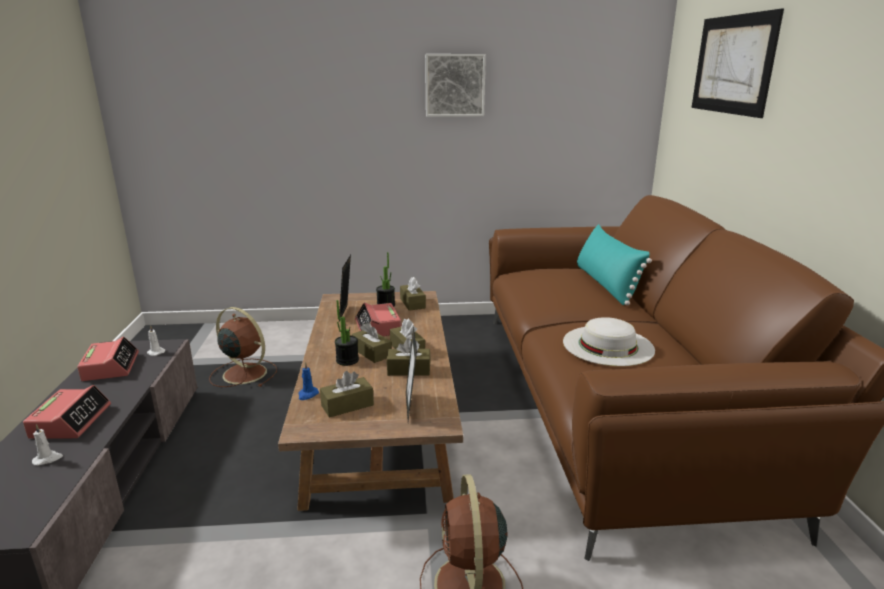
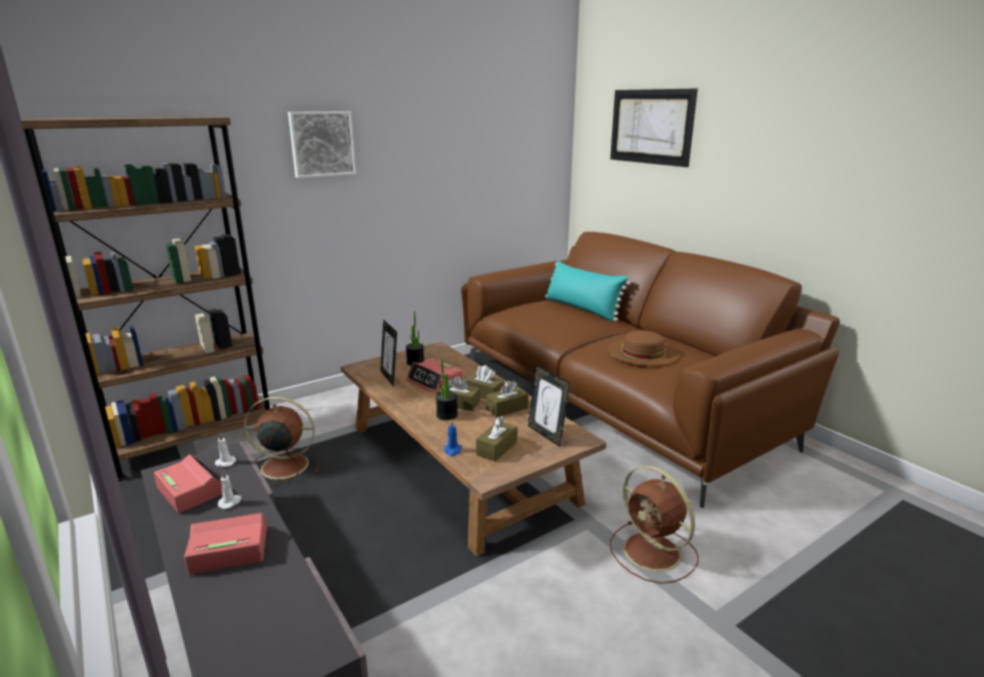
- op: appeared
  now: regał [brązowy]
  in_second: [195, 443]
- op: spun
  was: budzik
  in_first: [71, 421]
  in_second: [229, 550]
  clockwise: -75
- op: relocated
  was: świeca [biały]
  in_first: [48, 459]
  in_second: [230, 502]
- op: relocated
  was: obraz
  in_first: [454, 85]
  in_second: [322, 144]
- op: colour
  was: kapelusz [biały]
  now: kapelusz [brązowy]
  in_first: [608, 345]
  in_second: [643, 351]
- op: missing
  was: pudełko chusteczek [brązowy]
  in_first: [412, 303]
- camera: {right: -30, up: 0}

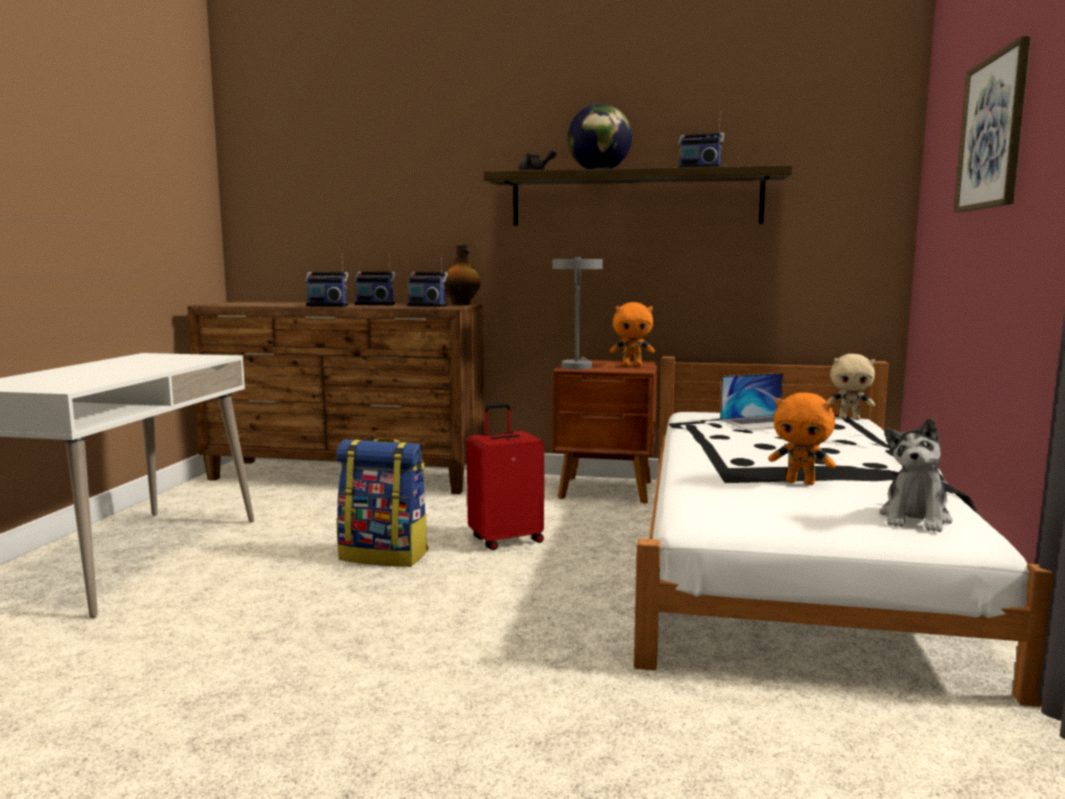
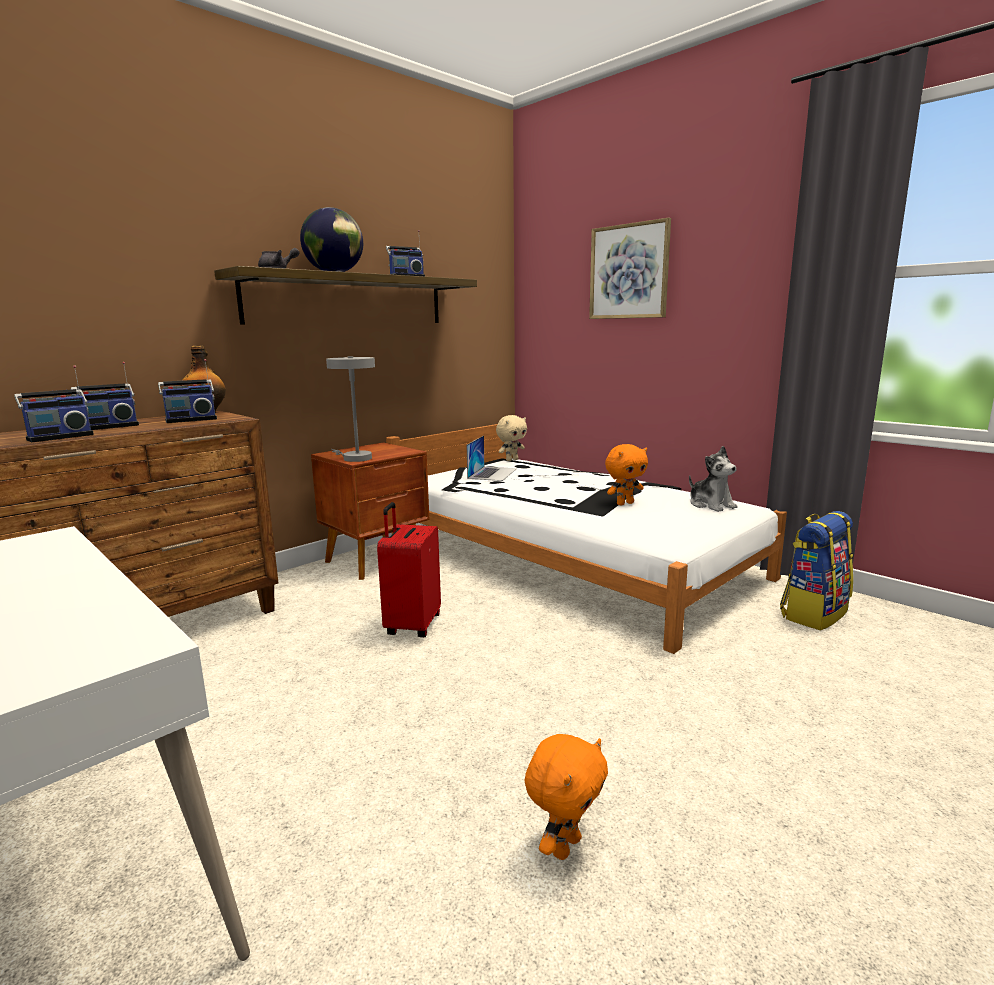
- op: relocated
  was: pluszak [pomarańczowy]
  in_first: [632, 365]
  in_second: [565, 846]
- op: relocated
  was: plecak
  in_first: [385, 555]
  in_second: [813, 613]
- camera: {right: -55, up: 5}

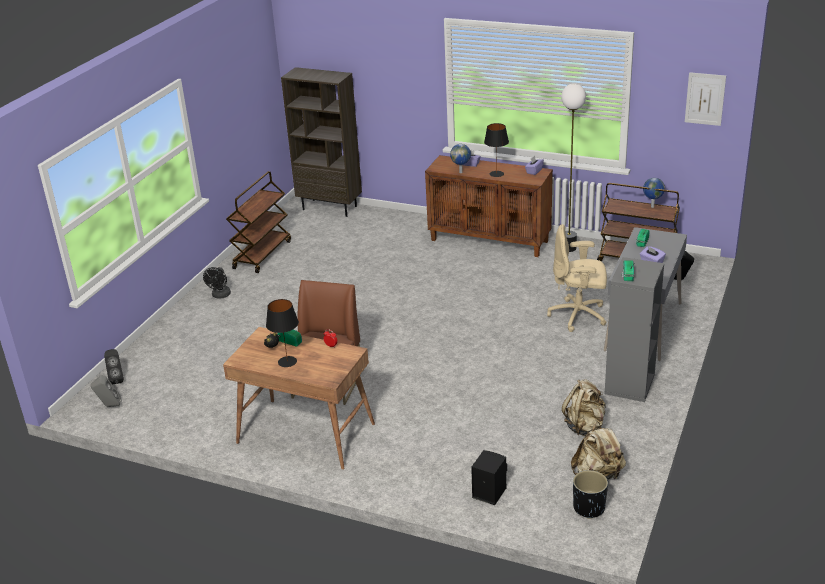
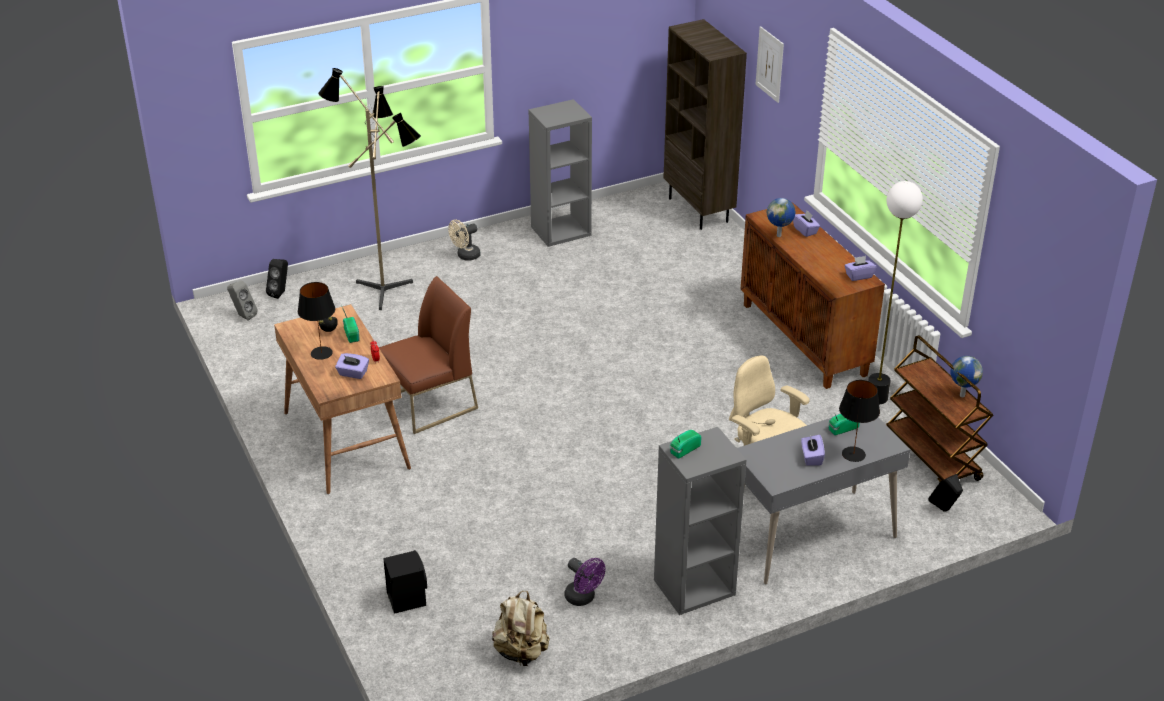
- op: appeared
  now: lampa stojąca
  in_second: [386, 288]
- op: appeared
  now: pudełko chusteczek [fioletowy]
  in_second: [353, 373]
- op: colour
  was: wentylator [czarny]
  now: wentylator [beżowy]
  in_first: [220, 296]
  in_second: [465, 256]
- op: exchanged
  was: wózek [brązowy]
  now: regał [szary]
  in_first: [262, 254]
  in_second: [561, 230]
- op: exchanged
  was: plecak [beżowy]
  now: wentylator [fioletowy]
  in_first: [584, 426]
  in_second: [583, 598]
- op: relocated
  was: obraz
  in_first: [705, 99]
  in_second: [770, 64]
- op: relocated
  was: lampa stołowa [czarny]
  in_first: [496, 174]
  in_second: [853, 454]
- op: missing
  was: donica [czarny]
  in_first: [588, 508]
- camera: {right: 40, up: 5}

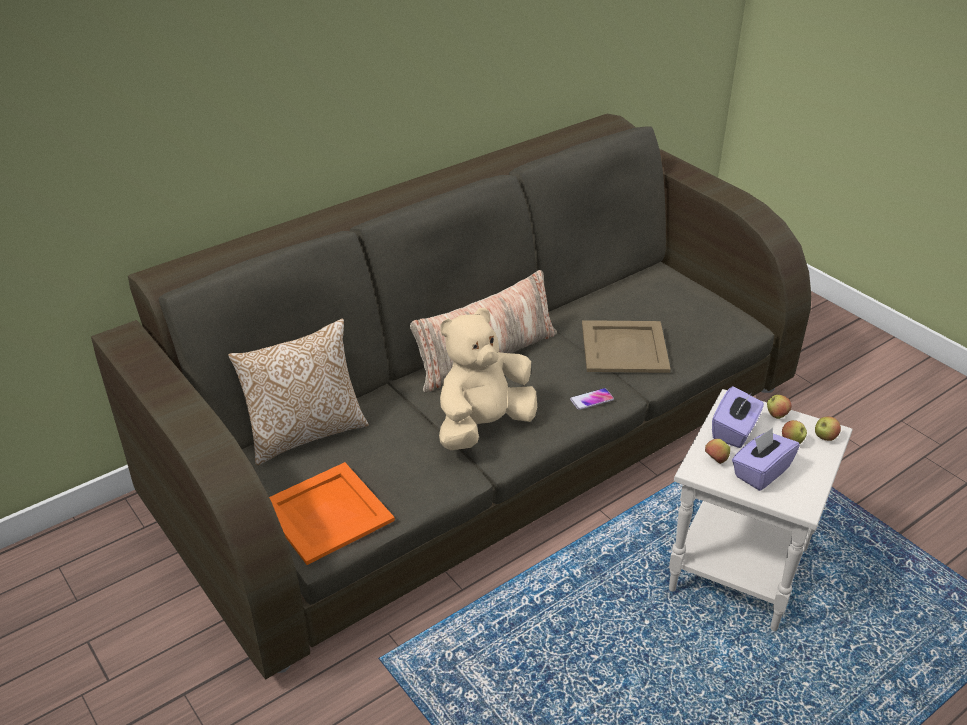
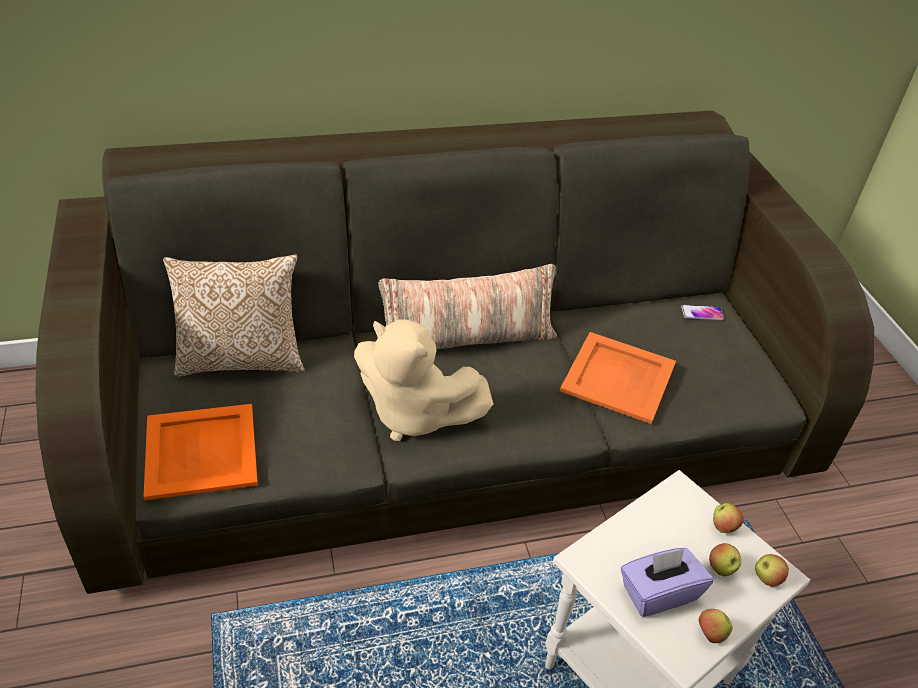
- op: spun
  was: pluszak [beżowy]
  in_first: [483, 426]
  in_second: [413, 414]
  clockwise: -135
- op: colour
  was: taca [beżowy]
  now: taca [pomarańczowy]
  in_first: [623, 347]
  in_second: [617, 377]
- op: relocated
  was: telefon
  in_first: [591, 399]
  in_second: [702, 313]
- op: relocated
  was: jabłko
  in_first: [715, 460]
  in_second: [710, 634]
- op: missing
  was: pudełko chusteczek [fioletowy]
  in_first: [734, 431]
- camera: {right: 20, up: 5}

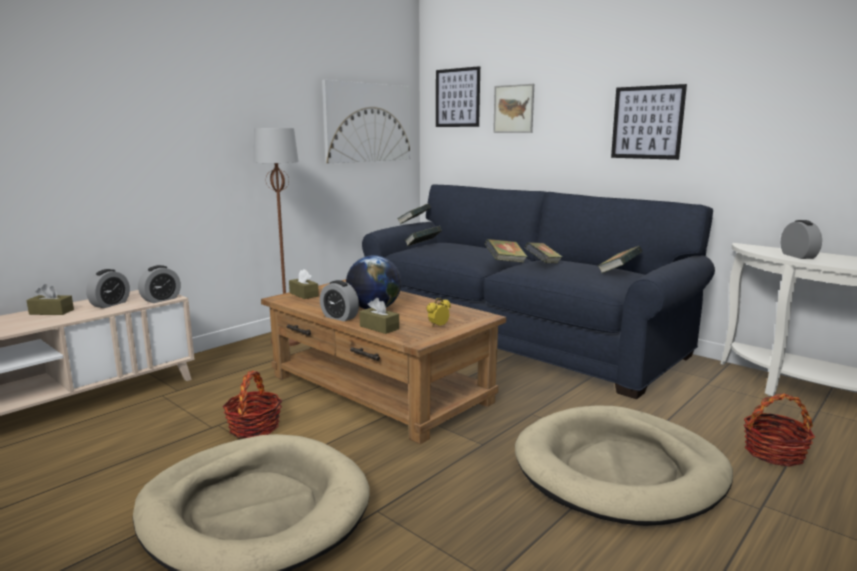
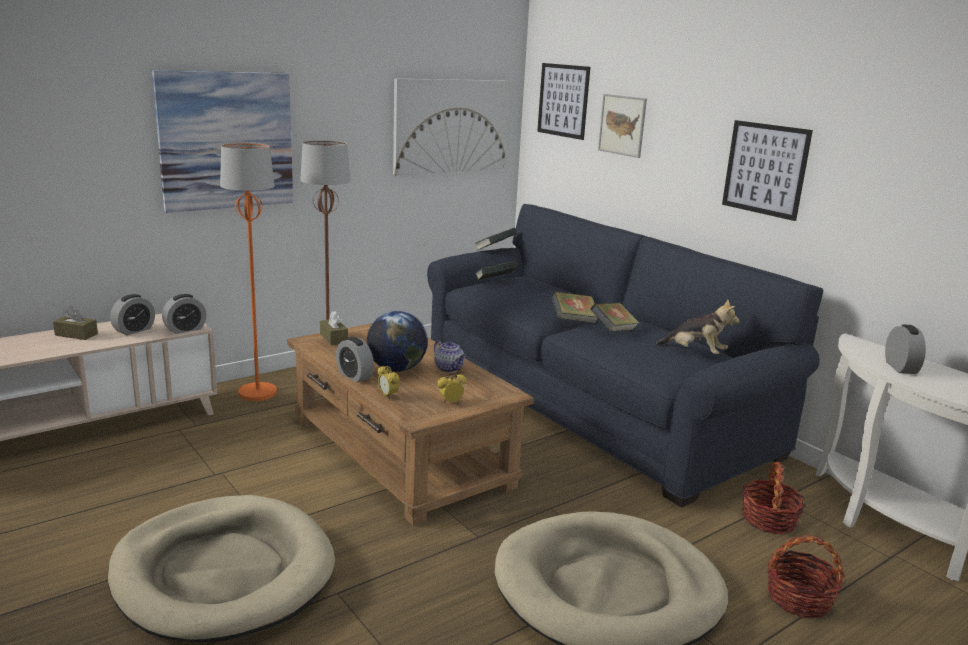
- op: appeared
  now: obraz
  in_second: [226, 140]
- op: appeared
  now: lampa stojąca [pomarańczowy]
  in_second: [257, 393]
- op: exchanged
  was: pudełko chusteczek [brązowy]
  now: budzik
  in_first: [379, 327]
  in_second: [387, 396]
- op: appeared
  now: imbryk
  in_second: [449, 369]
- op: exchanged
  was: książka
  now: pluszak
  in_first: [618, 272]
  in_second: [695, 353]
- op: relocated
  was: koszyk
  in_first: [254, 427]
  in_second: [769, 520]
- camera: {right: 10, up: 5}

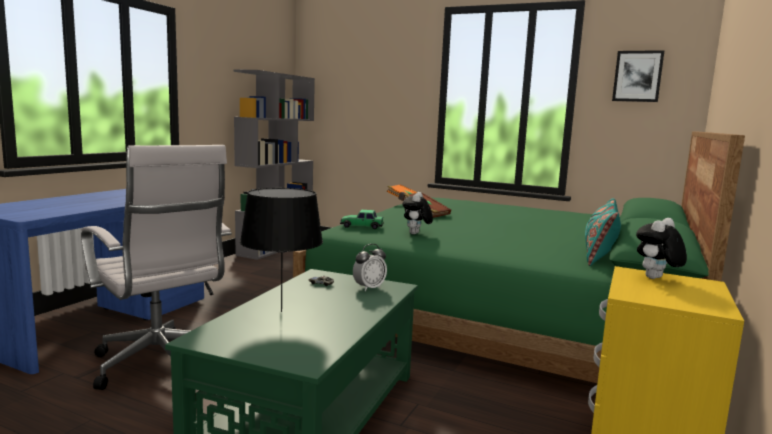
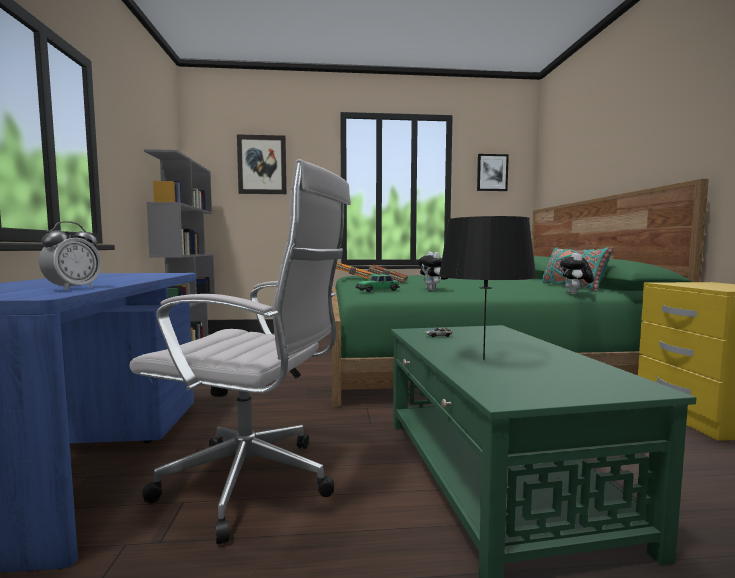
- op: relocated
  was: budzik
  in_first: [369, 288]
  in_second: [73, 288]
- op: appeared
  now: obraz
  in_second: [262, 165]
- op: relocated
  was: pluszak
  in_first: [656, 279]
  in_second: [575, 294]
- camera: {right: -30, up: -5}

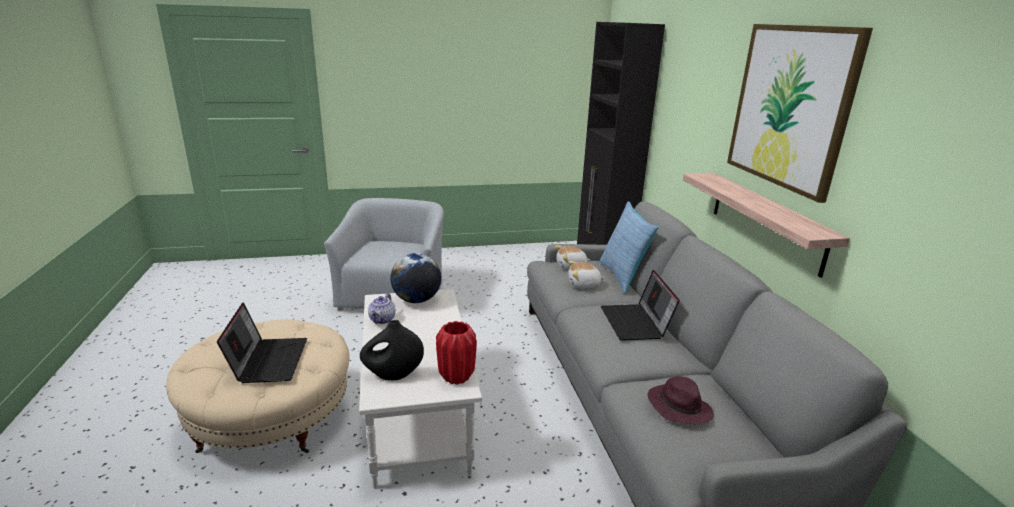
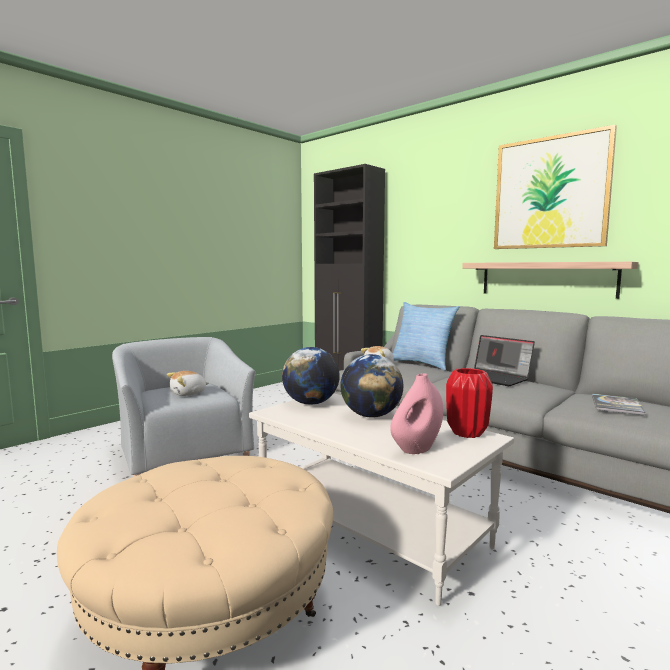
- op: relocated
  was: pluszak
  in_first: [584, 284]
  in_second: [188, 393]
- op: appeared
  now: globus
  in_second: [371, 415]
- op: colour
  was: wazon [czarny]
  now: wazon [różowy]
  in_first: [393, 375]
  in_second: [417, 449]
- op: exchanged
  was: kapelusz [fioletowy]
  now: książka
  in_first: [678, 407]
  in_second: [616, 405]
- op: missing
  was: laptop
  in_first: [268, 360]
- op: missing
  was: imbryk
  in_first: [383, 320]
- camera: {right: -35, up: -15}

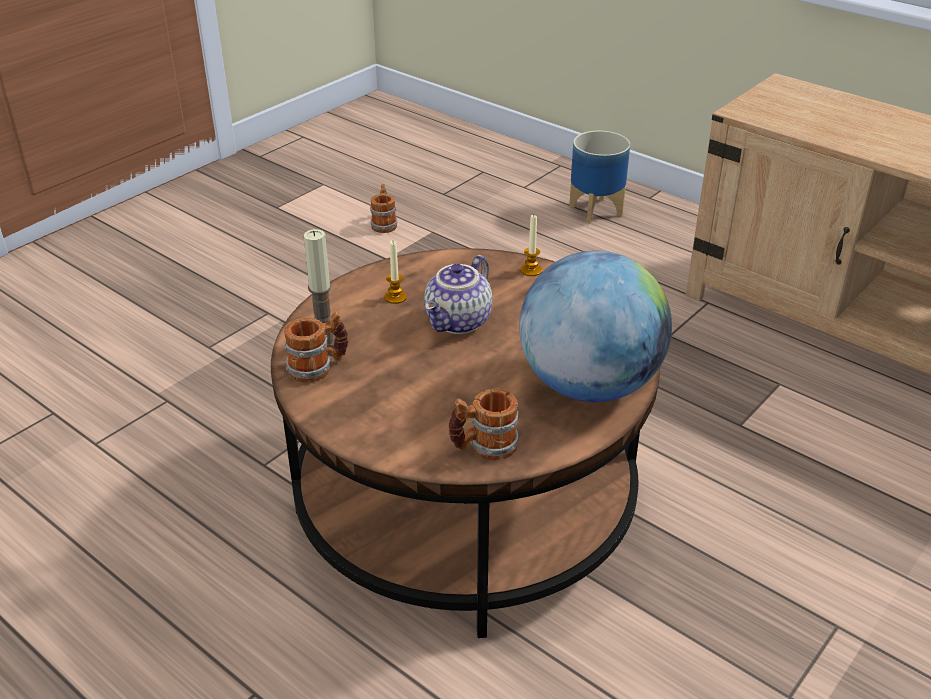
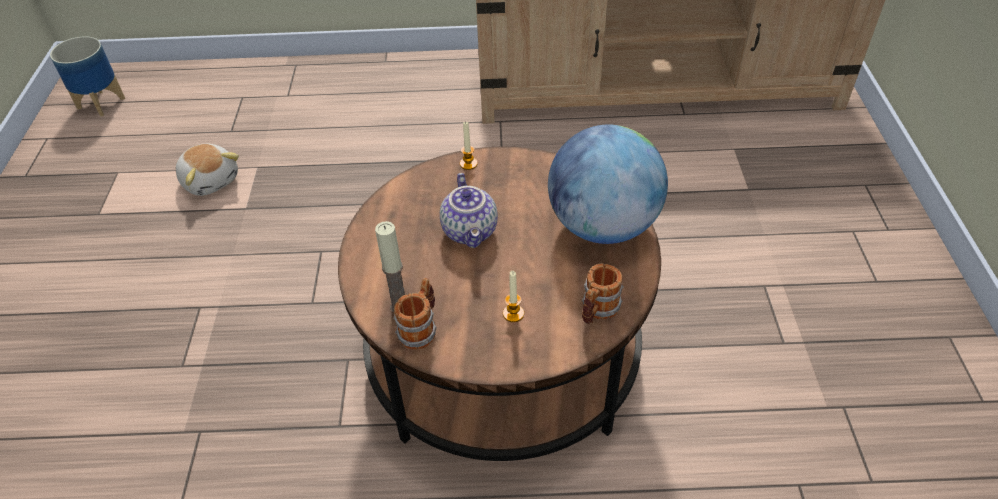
- op: relocated
  was: donica
  in_first: [596, 210]
  in_second: [102, 103]
- op: exchanged
  was: kubek
  now: pluszak
  in_first: [384, 223]
  in_second: [211, 180]
- op: relocated
  was: świeca
  in_first: [395, 297]
  in_second: [513, 313]
- camera: {right: -40, up: 10}

